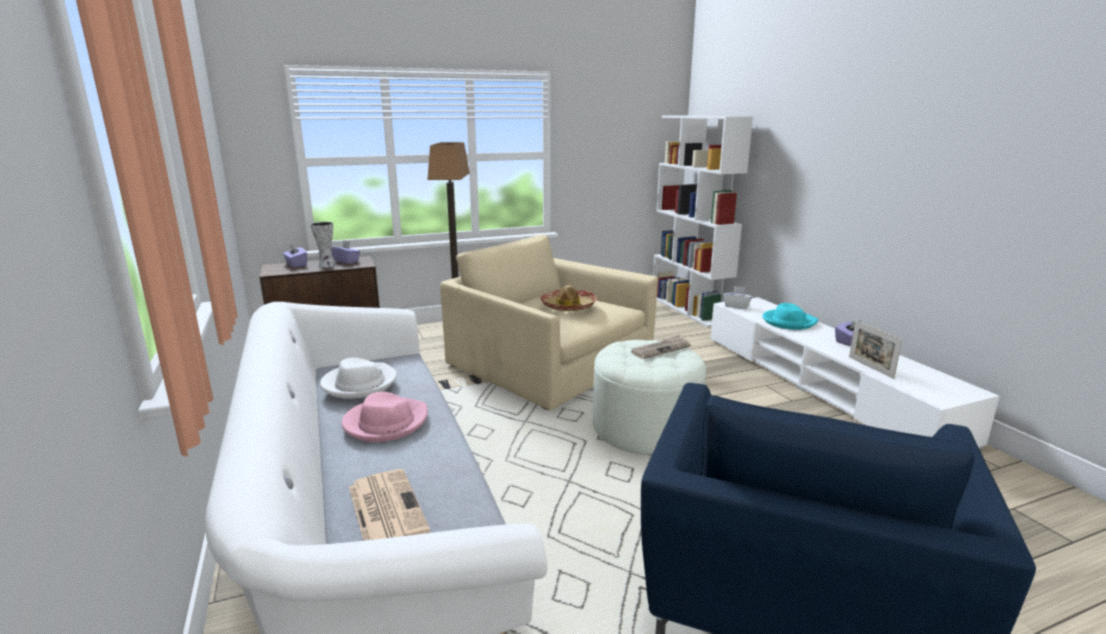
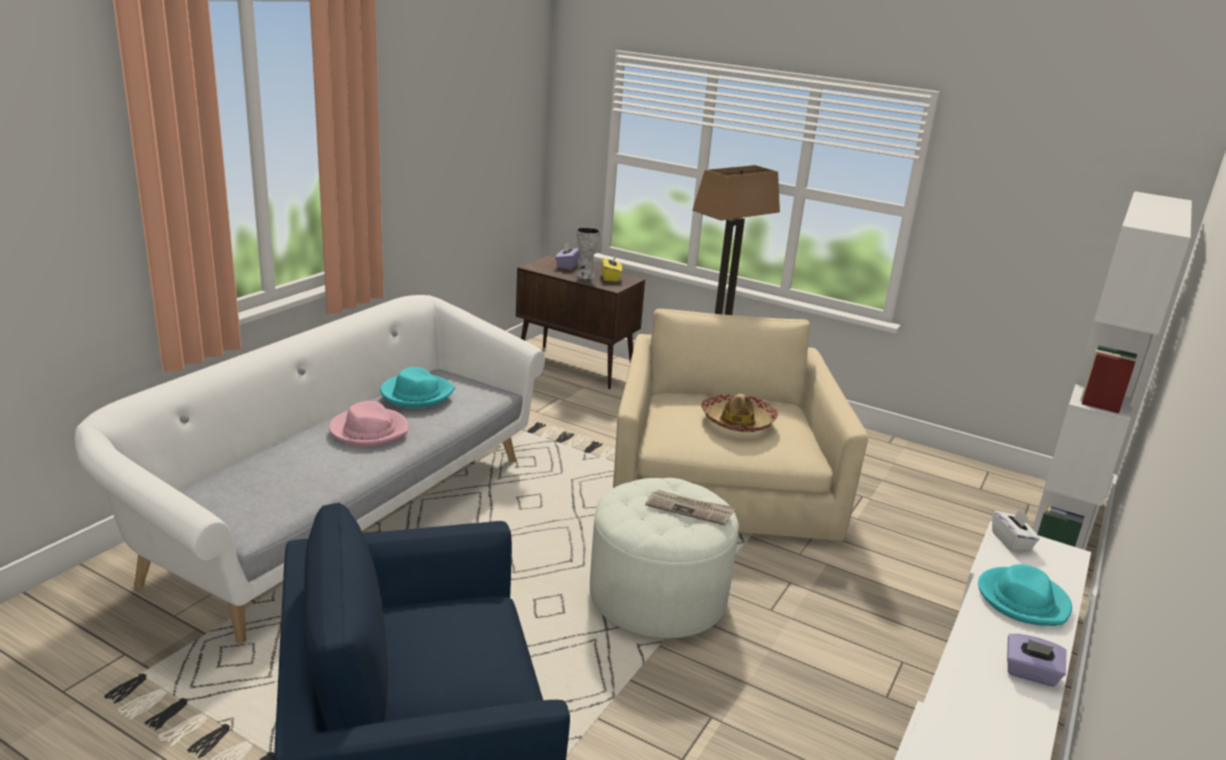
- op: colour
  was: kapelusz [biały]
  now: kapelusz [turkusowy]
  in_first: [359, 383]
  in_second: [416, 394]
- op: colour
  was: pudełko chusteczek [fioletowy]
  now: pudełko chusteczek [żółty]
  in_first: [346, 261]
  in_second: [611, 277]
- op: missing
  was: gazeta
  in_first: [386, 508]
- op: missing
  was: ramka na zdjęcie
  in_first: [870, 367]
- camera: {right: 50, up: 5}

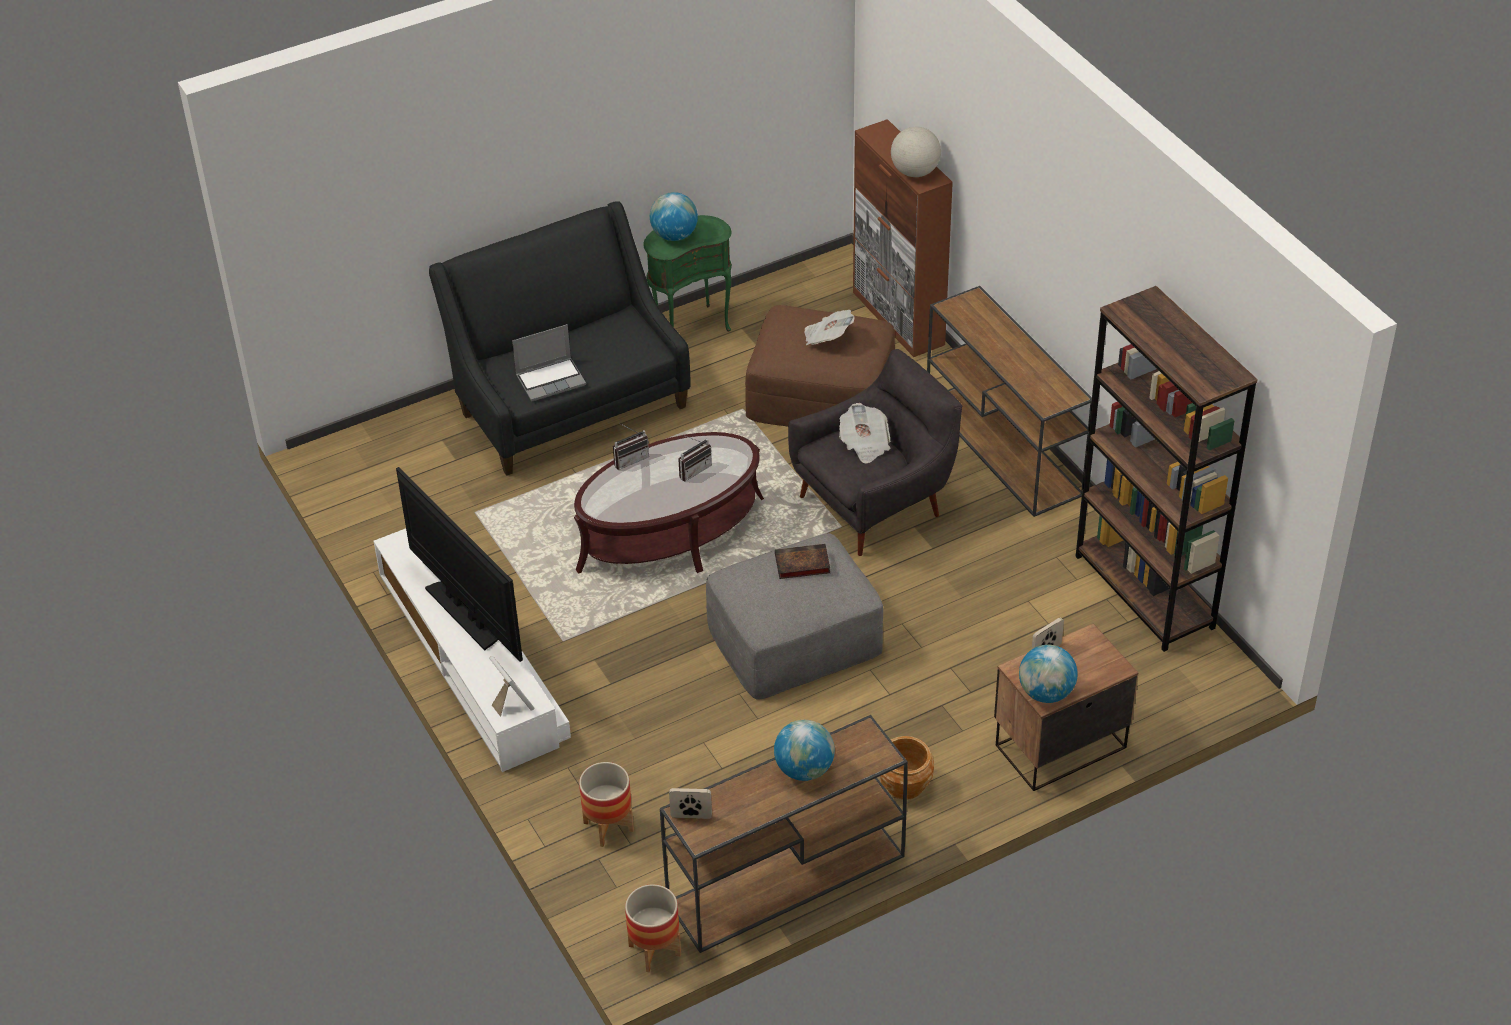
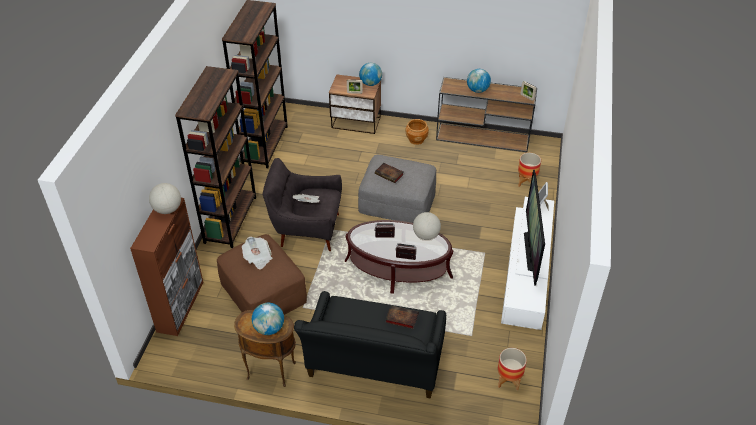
- op: exchanged
  was: stolik konsolowy [brązowy]
  now: regał [brązowy]
  in_first: [1004, 448]
  in_second: [230, 219]
- op: colour
  was: stolik [zielony]
  now: stolik [brązowy]
  in_first: [690, 327]
  in_second: [270, 372]
- op: exchanged
  was: laptop
  now: książka
  in_first: [551, 380]
  in_second: [400, 318]
- op: appeared
  now: globus
  in_second: [426, 235]
- op: relocated
  was: donica
  in_first: [654, 950]
  in_second: [508, 381]
- camera: {right: -140, up: 0}

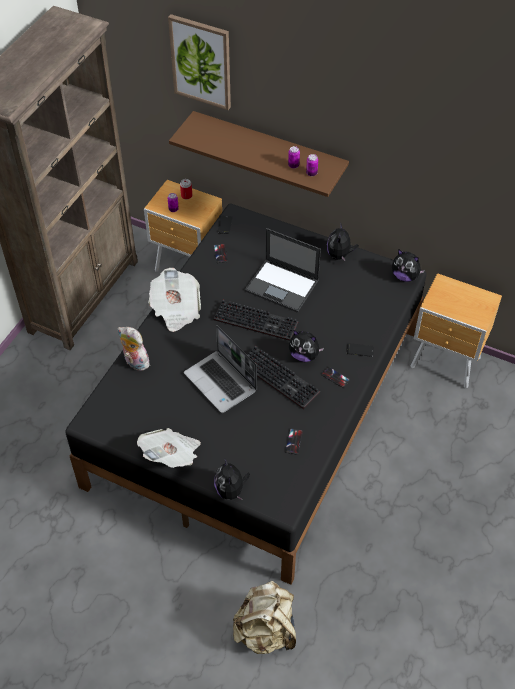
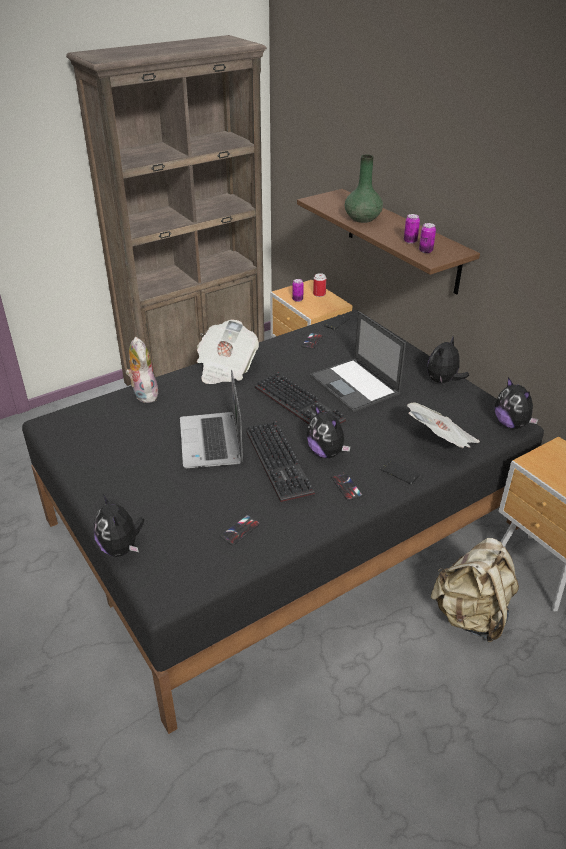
- op: spun
  was: pluszak
  in_first: [231, 490]
  in_second: [121, 548]
  clockwise: -45
- op: appeared
  now: wazon [zielony]
  in_second: [362, 218]
- op: relocated
  was: gazeta
  in_first: [172, 455]
  in_second: [441, 442]
- op: relocated
  was: plecak [beżowy]
  in_first: [266, 630]
  in_second: [471, 615]
- op: missing
  was: obraz
  in_first: [201, 62]
- camera: {right: 30, up: -15}

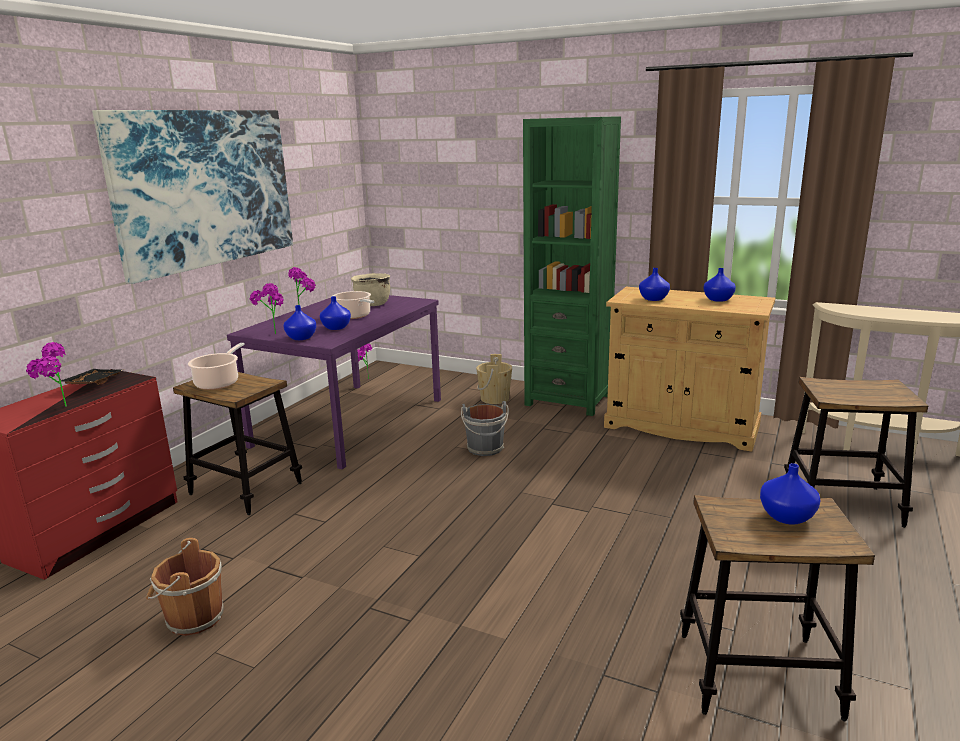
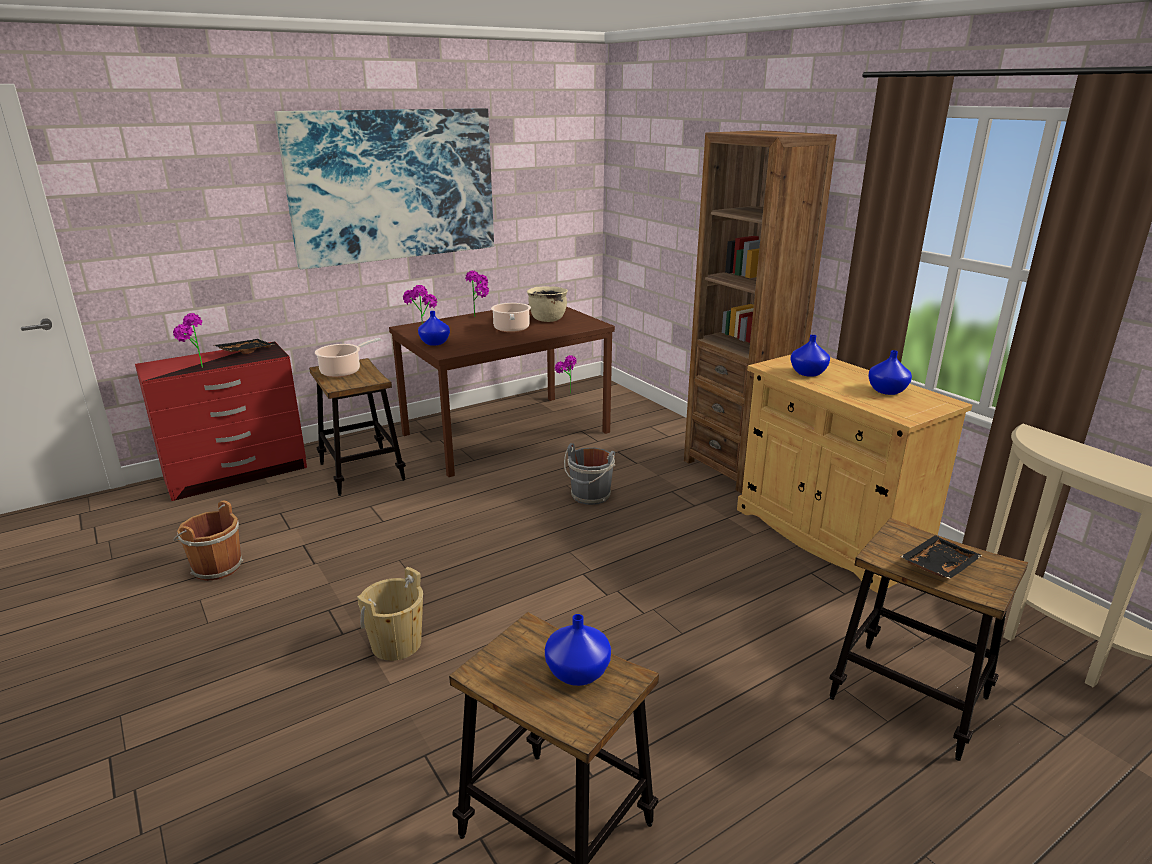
- op: relocated
  was: wiadro [beżowy]
  in_first: [494, 399]
  in_second: [396, 644]
- op: colour
  was: stół jadalny [fioletowy]
  now: stół jadalny [brązowy]
  in_first: [350, 421]
  in_second: [507, 432]
- op: colour
  was: regał [zielony]
  now: regał [brązowy]
  in_first: [568, 400]
  in_second: [737, 467]
- op: appeared
  now: taca [czarny]
  in_second: [937, 566]
- op: missing
  was: wazon [niebieski]
  in_first: [336, 327]
- camera: {right: 30, up: 5}

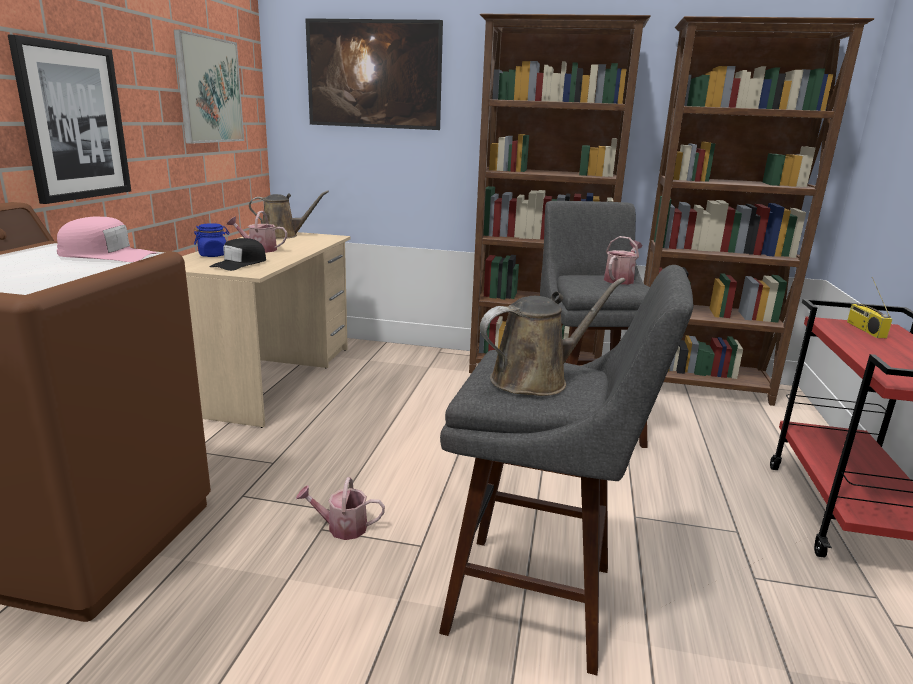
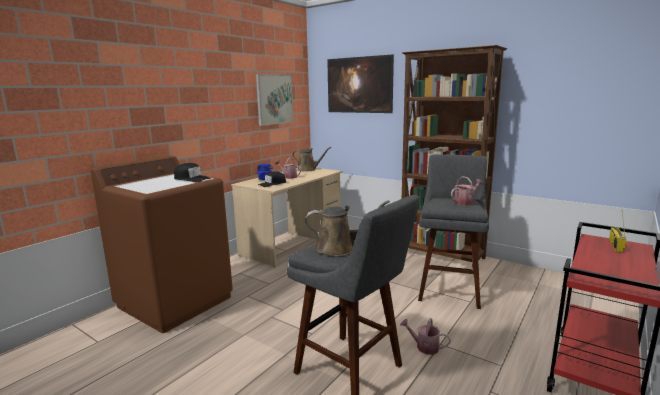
- op: colour
  was: czapka z daszkiem [różowy]
  now: czapka z daszkiem [czarny]
  in_first: [107, 255]
  in_second: [191, 179]
- op: relocated
  was: konewka
  in_first: [341, 527]
  in_second: [424, 347]
- op: missing
  was: obraz
  in_first: [74, 122]
- op: missing
  was: regał [brązowy]
  in_first: [700, 387]
- camera: {right: 25, up: -5}

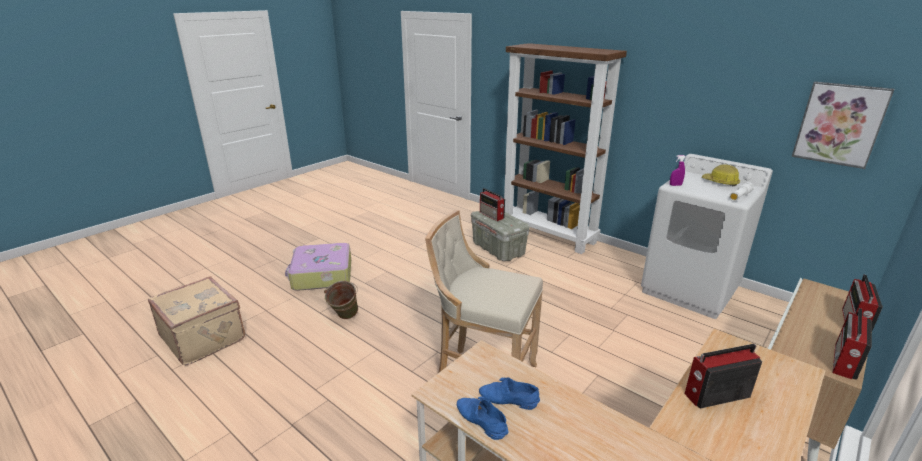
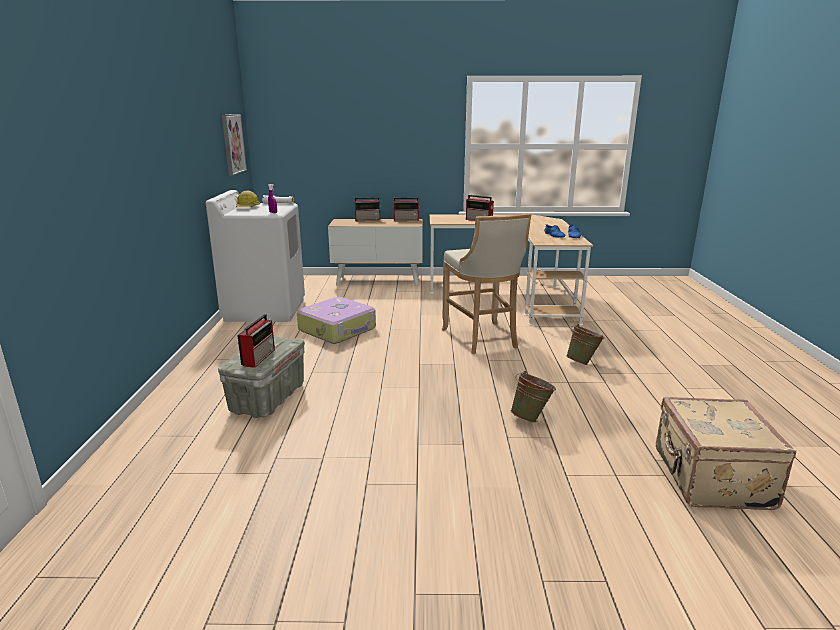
- op: relocated
  was: walizka
  in_first: [321, 275]
  in_second: [338, 329]
- op: appeared
  now: wiadro [zielony]
  in_second: [583, 362]
- op: missing
  was: regał [brązowy]
  in_first: [549, 234]
- camera: {right: -130, up: -5}

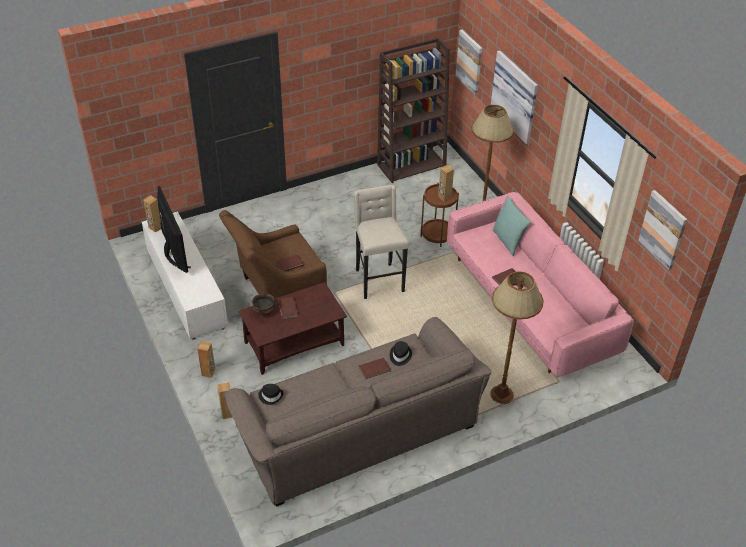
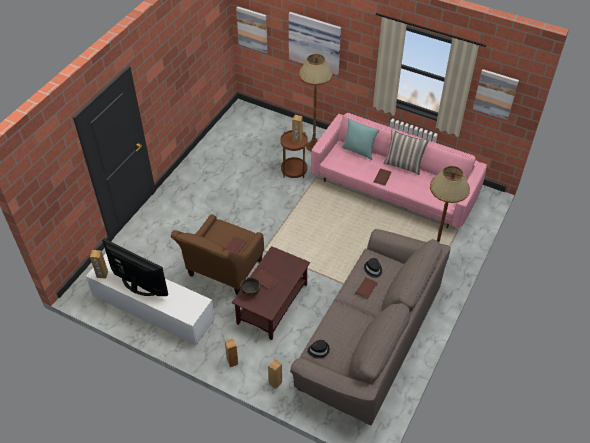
- op: appeared
  now: poduszka
  in_second: [403, 165]
- op: missing
  was: stołek [beżowy]
  in_first: [378, 280]
- op: missing
  was: regał [brązowy]
  in_first: [412, 165]
- camera: {right: -35, up: 5}

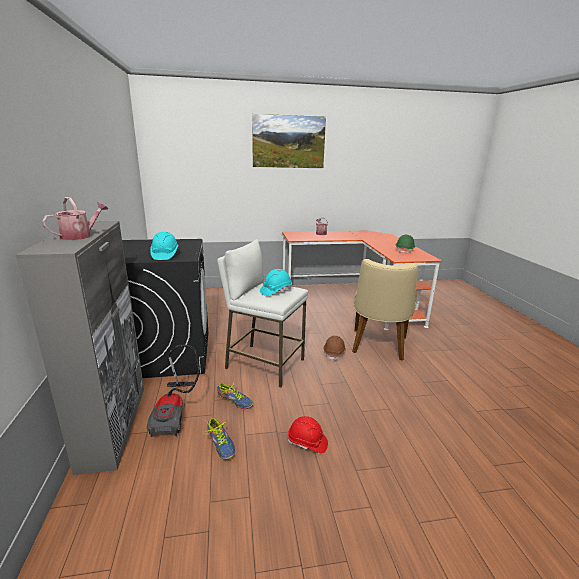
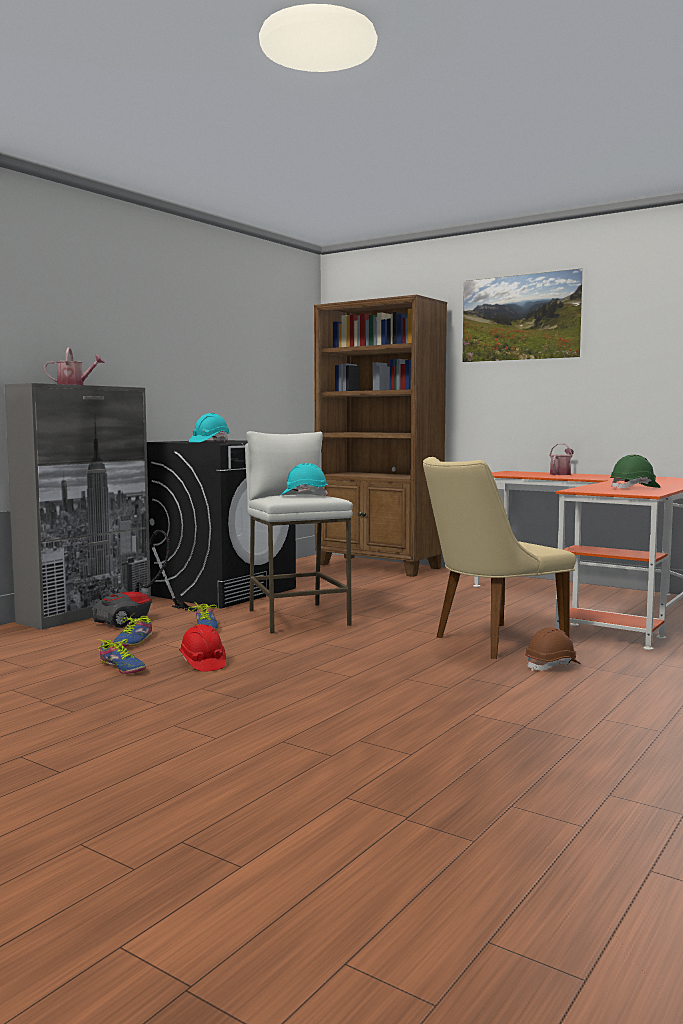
- op: appeared
  now: but
  in_second: [122, 667]
- op: appeared
  now: regał [brązowy]
  in_second: [379, 566]
- op: relocated
  was: kask [brązowy]
  in_first: [334, 353]
  in_second: [552, 666]
- camera: {right: 45, up: -15}

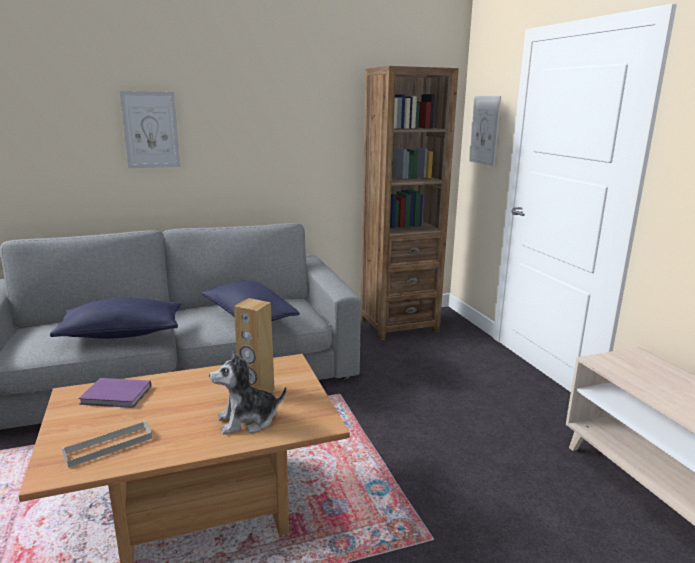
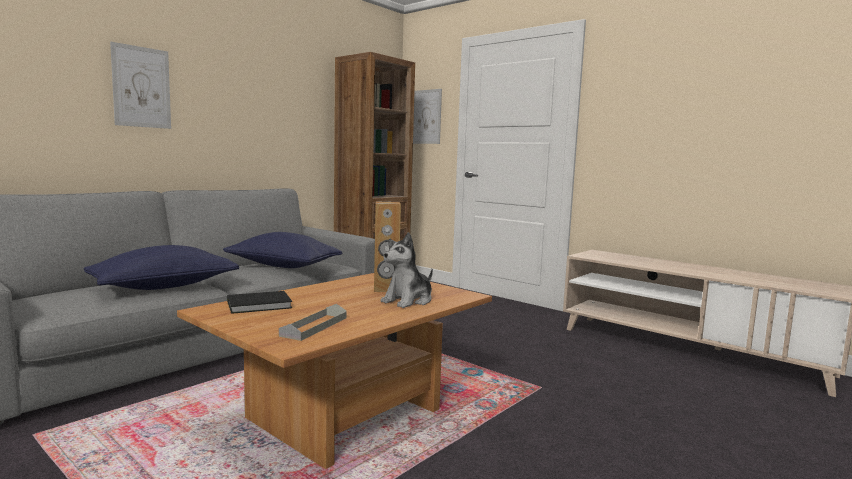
- op: colour
  was: książka [fioletowy]
  now: książka [czarny]
  in_first: [117, 395]
  in_second: [261, 305]
- camera: {right: -30, up: -10}

